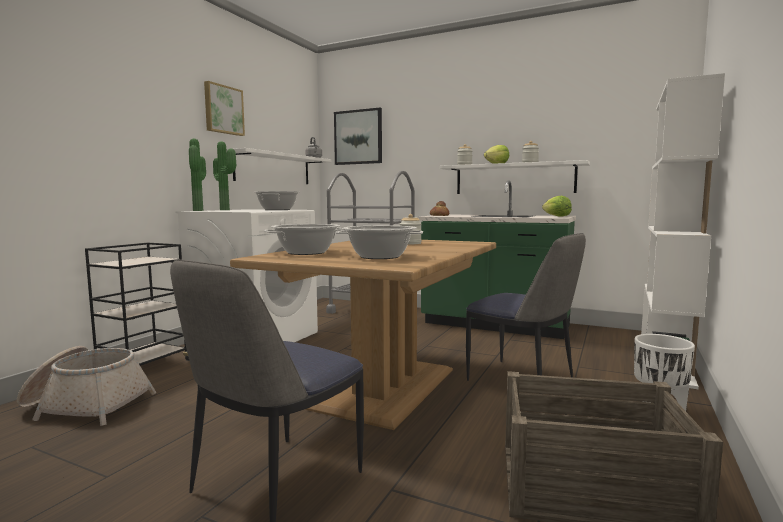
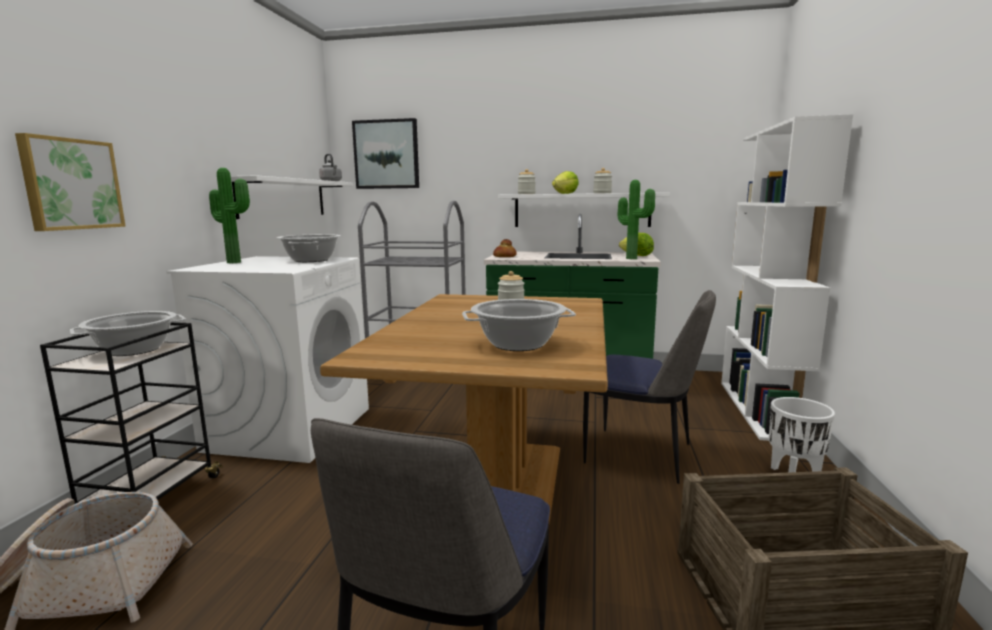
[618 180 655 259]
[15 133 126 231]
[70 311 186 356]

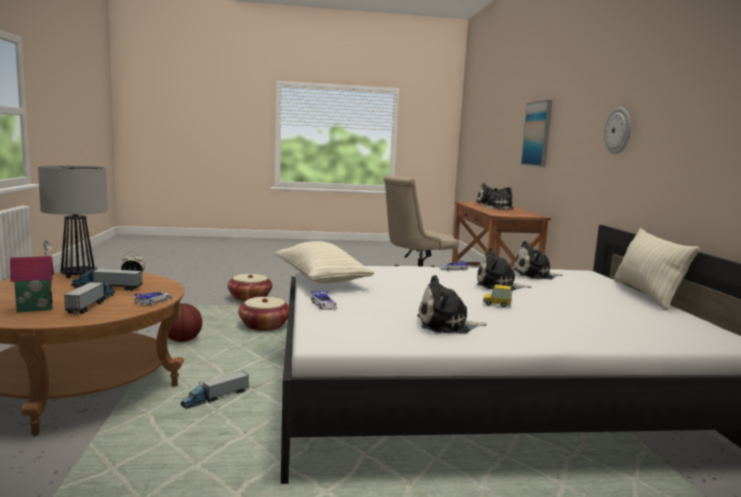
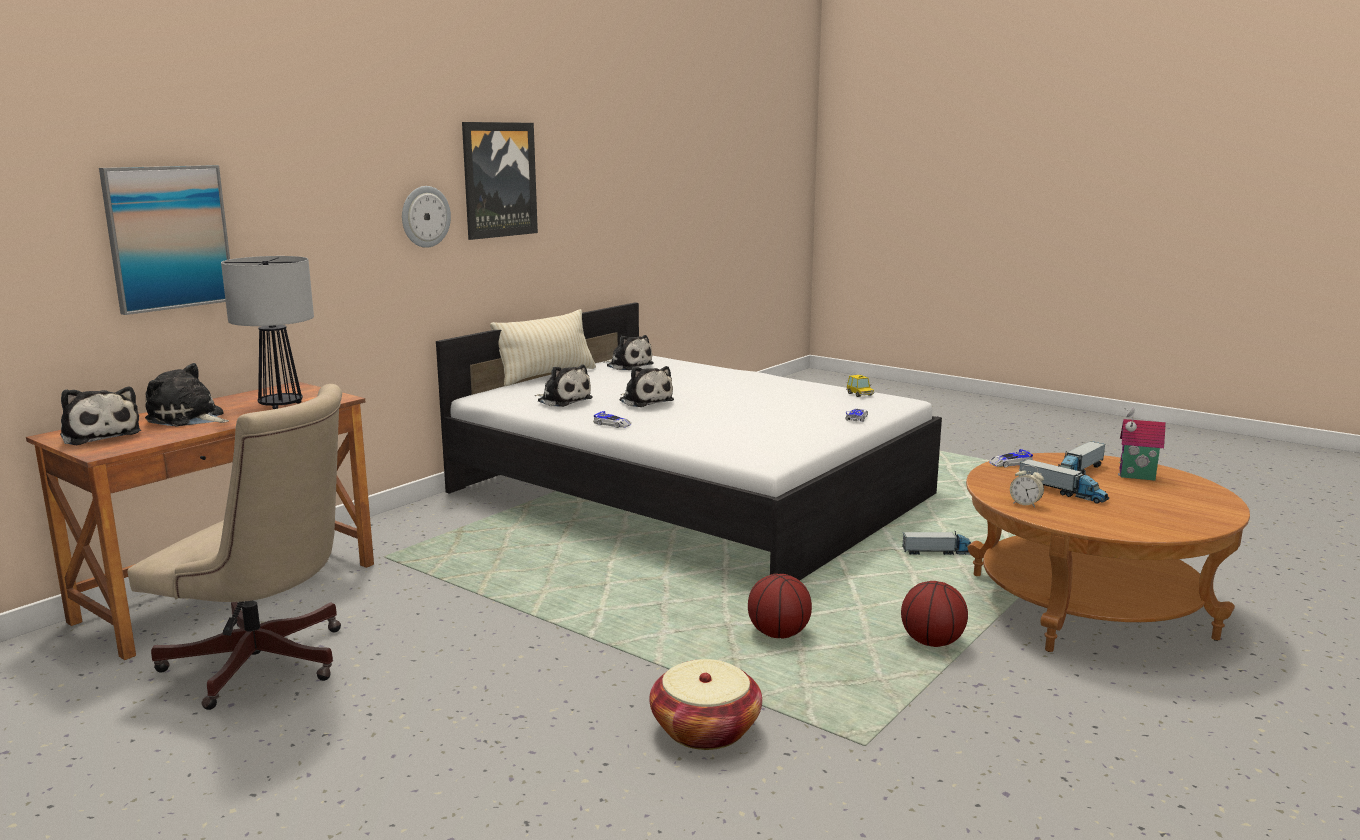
[274 241 374 284] (first image)
[462 122 538 240]
[221 256 314 409]
[603 335 654 370]
[846 375 874 397]
[748 574 812 638]

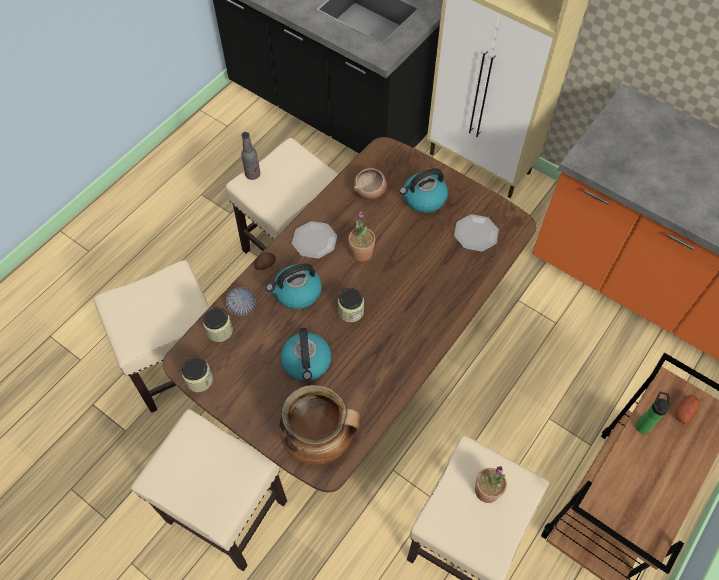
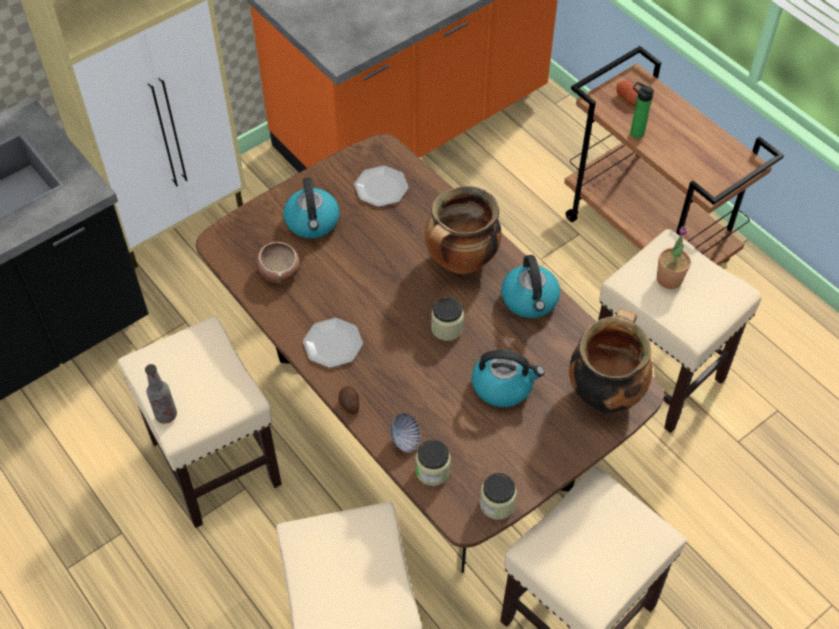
[348 211 375 262] (first image)
[425 186 502 274]
[501 255 560 318]

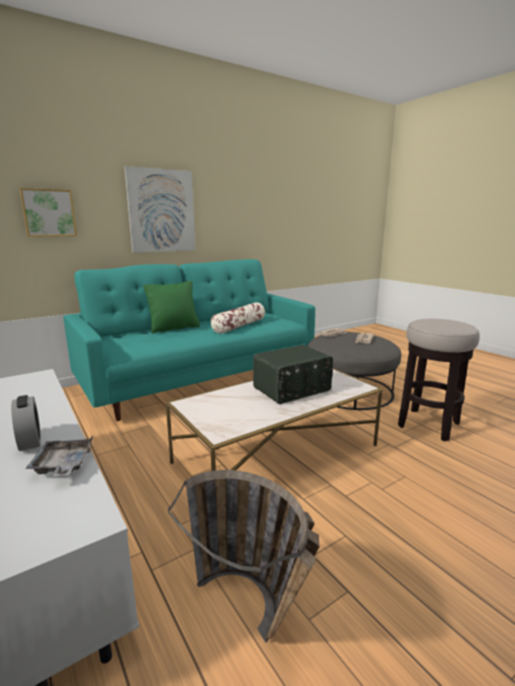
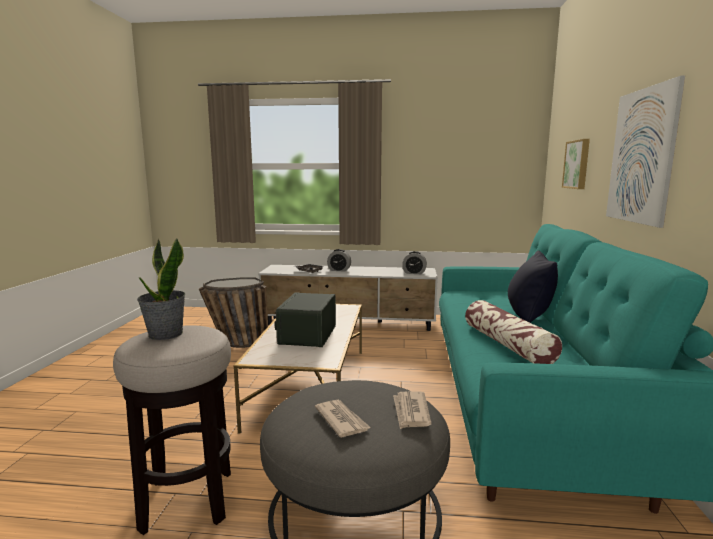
[137 238 186 340]
[402 251 427 274]
[508 250 558 323]

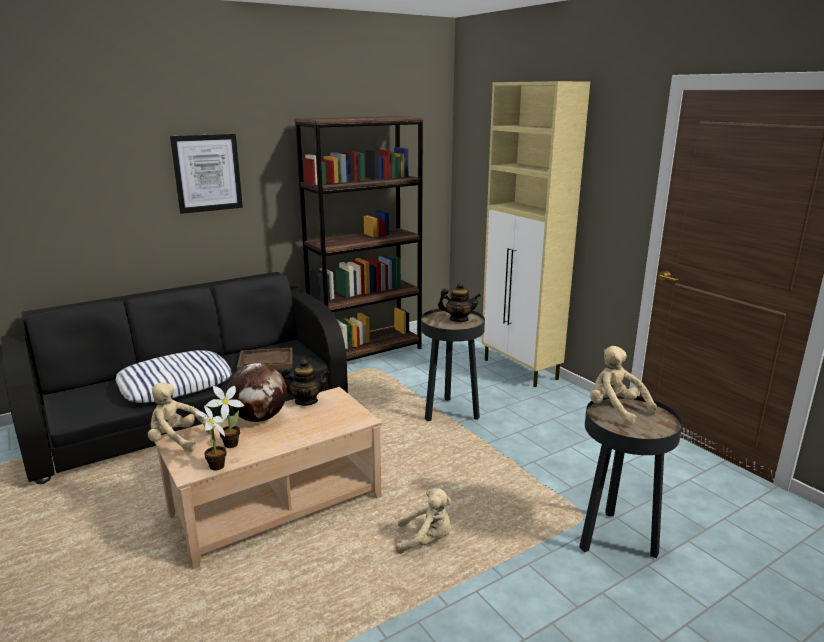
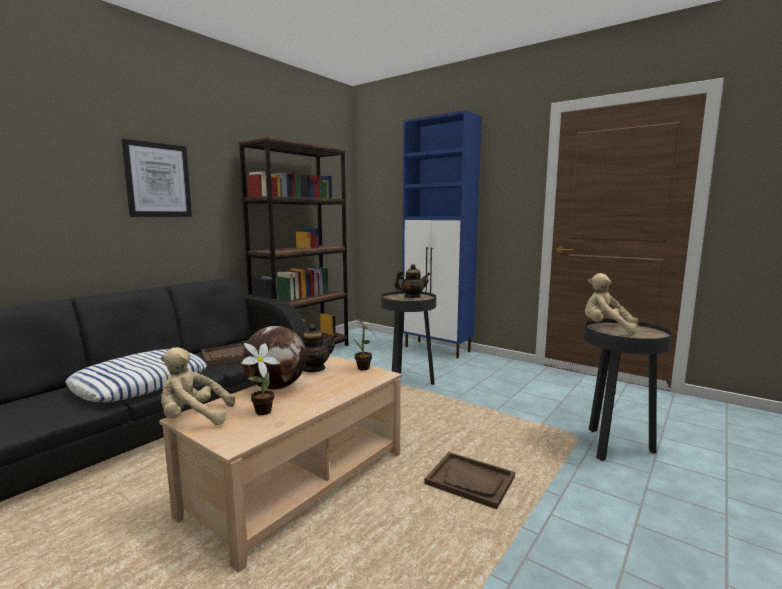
[352 316 376 370]
[425 452 515 509]
[402 110 482 359]

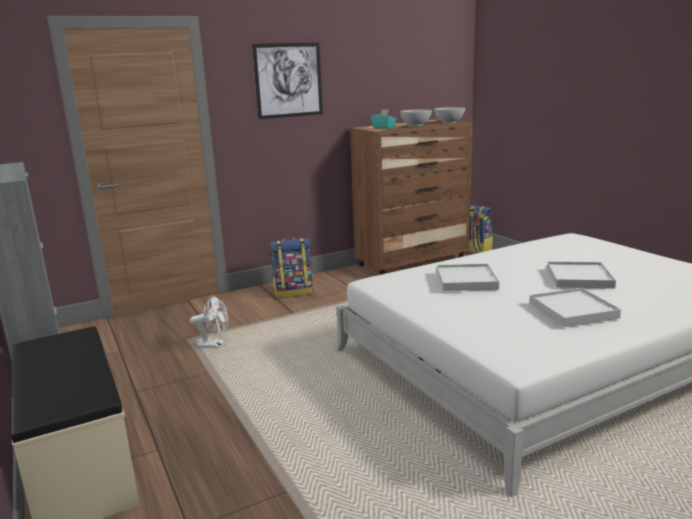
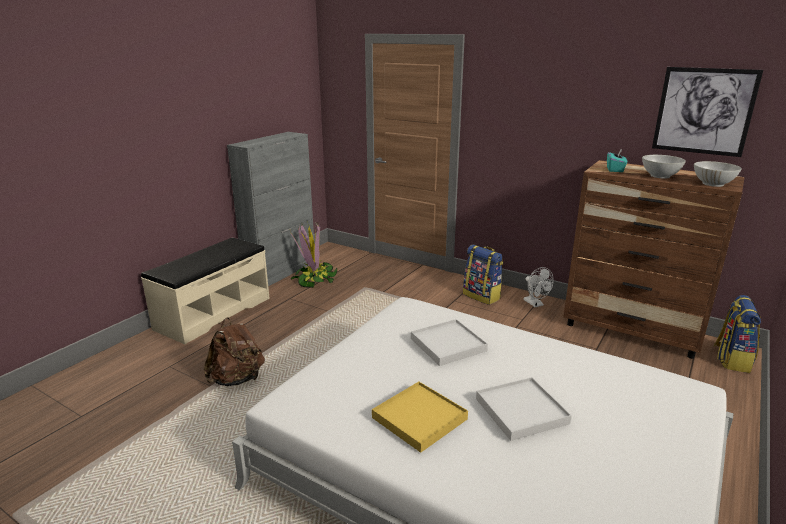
[204 317 265 386]
[290 221 337 288]
[523 267 554 307]
[652 67 763 157]
[372 382 468 453]

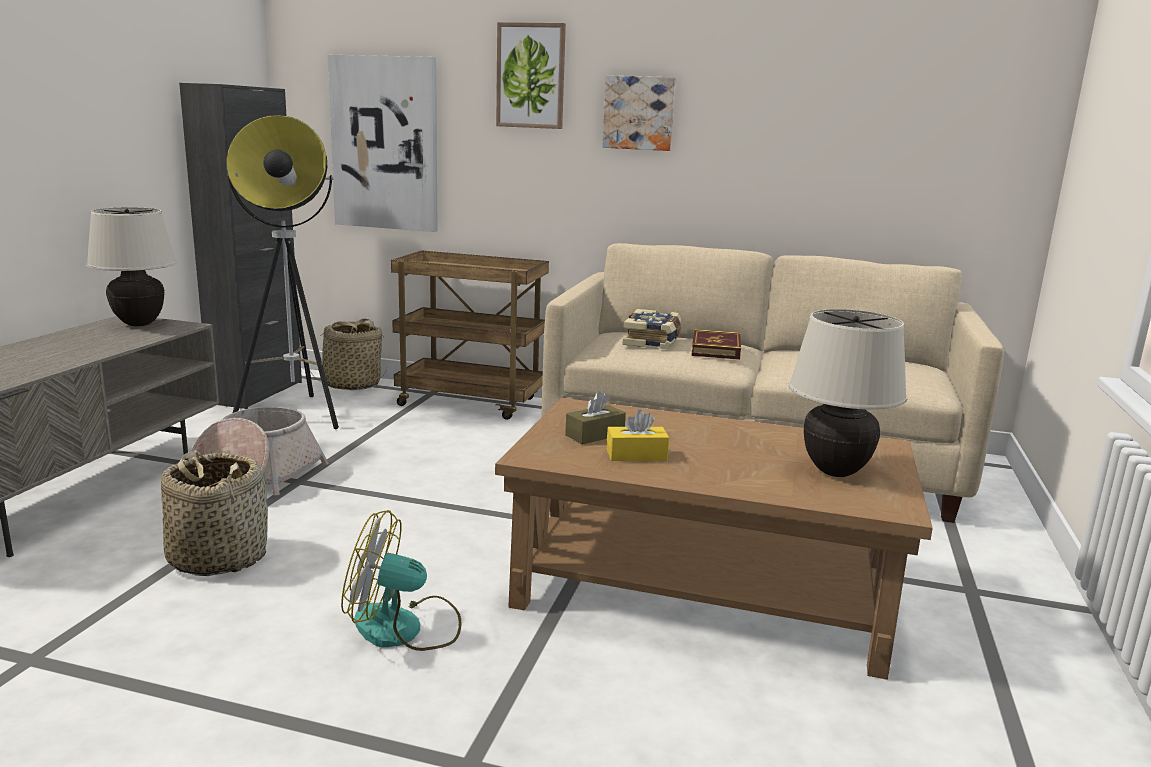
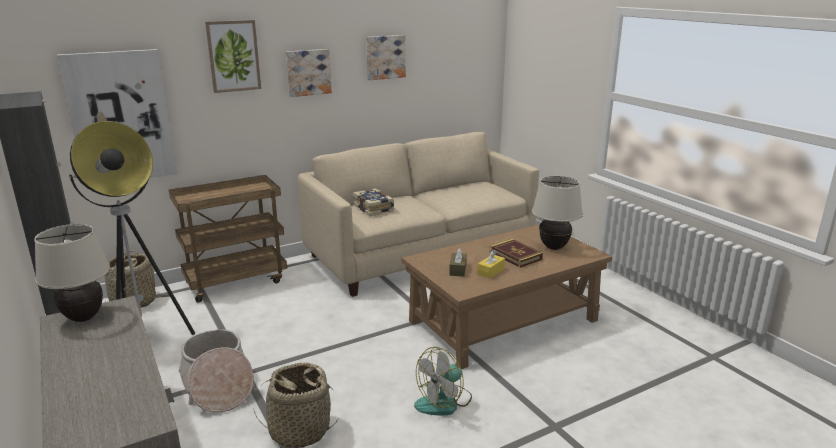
[366 35 406 80]
[490 239 543 268]

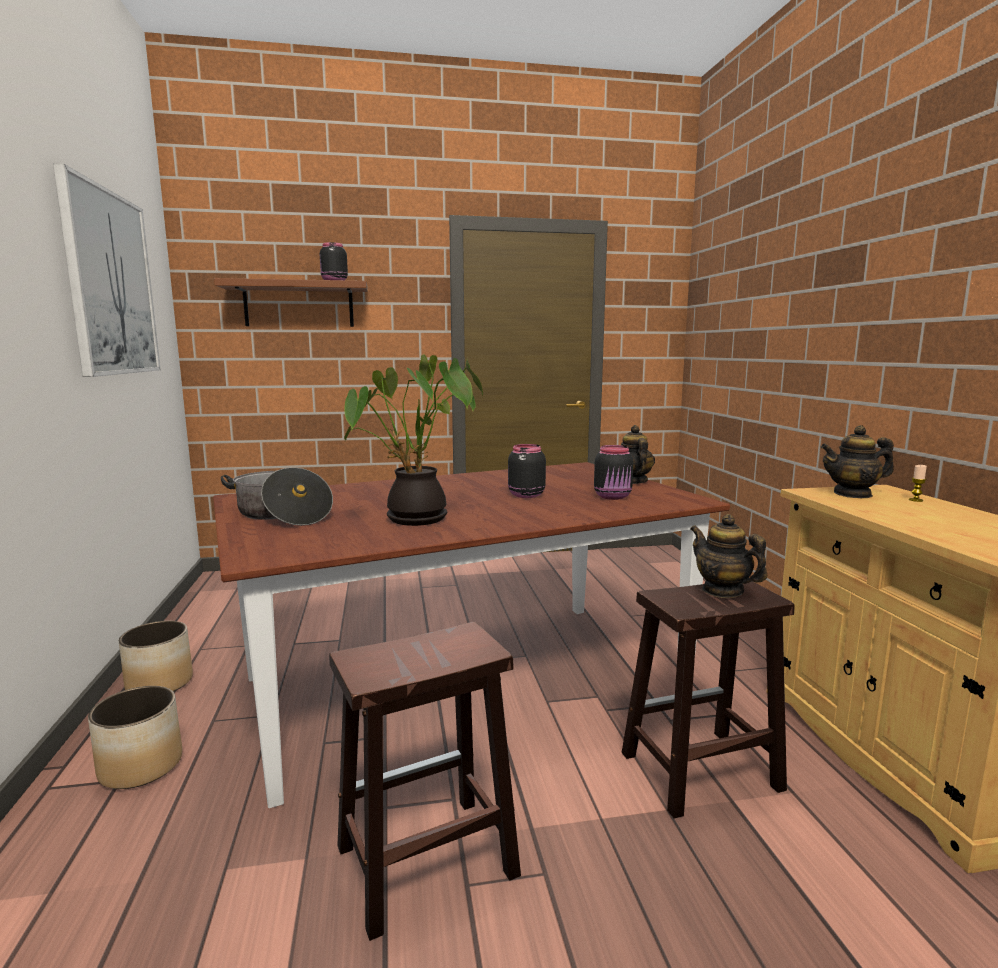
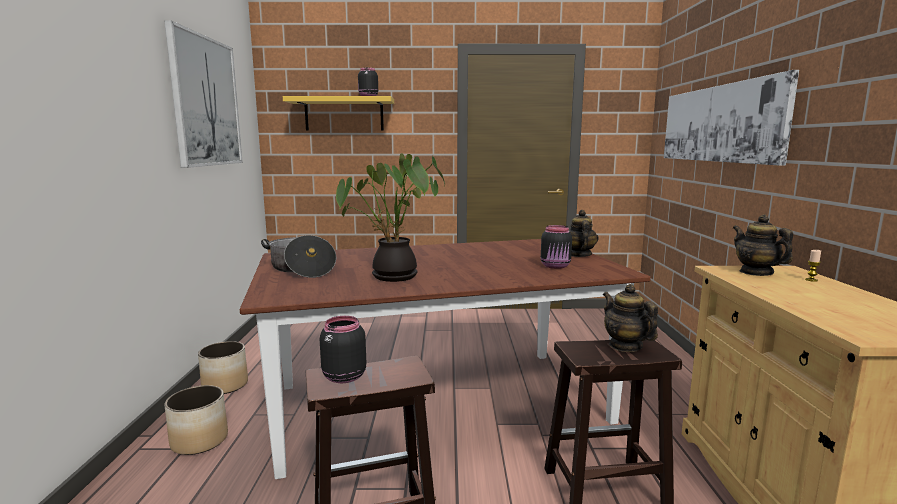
[664 70 799 166]
[320 316 366 383]
[283 96 394 131]
[733 214 793 276]

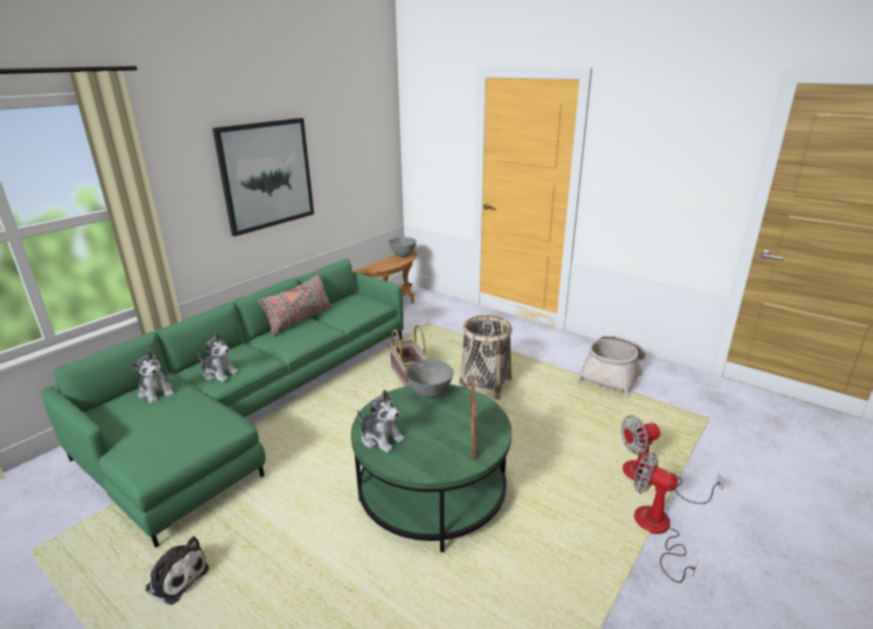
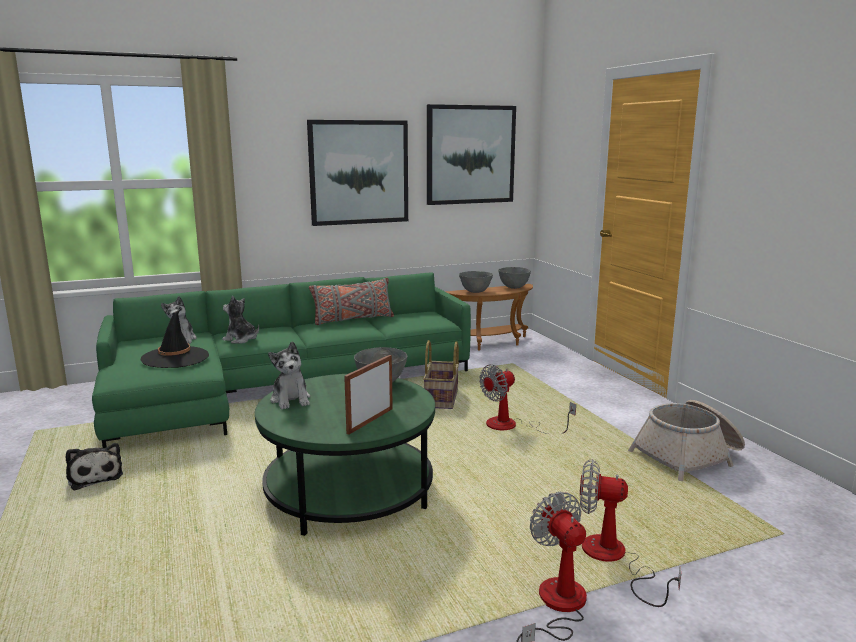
[140 309 209 368]
[427 104 516 205]
[459 271 493 293]
[479 364 576 434]
[222 296 259 344]

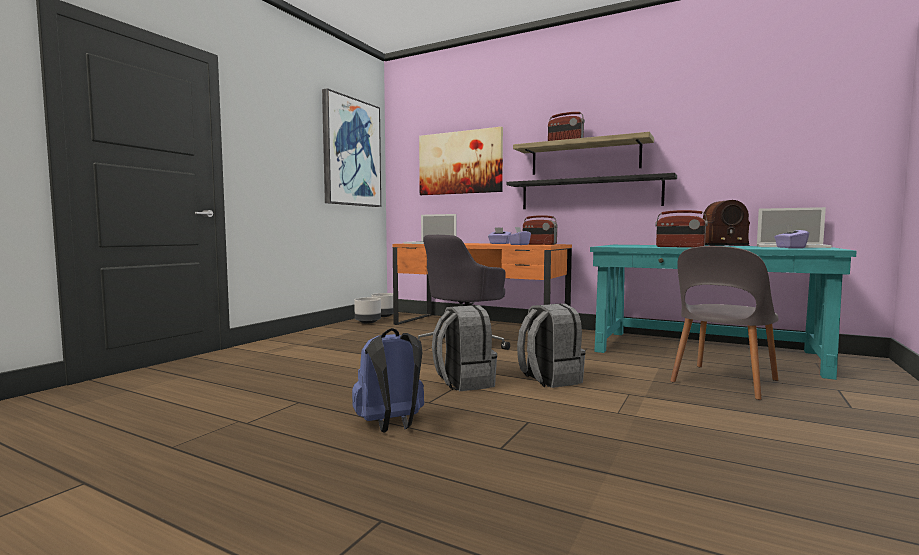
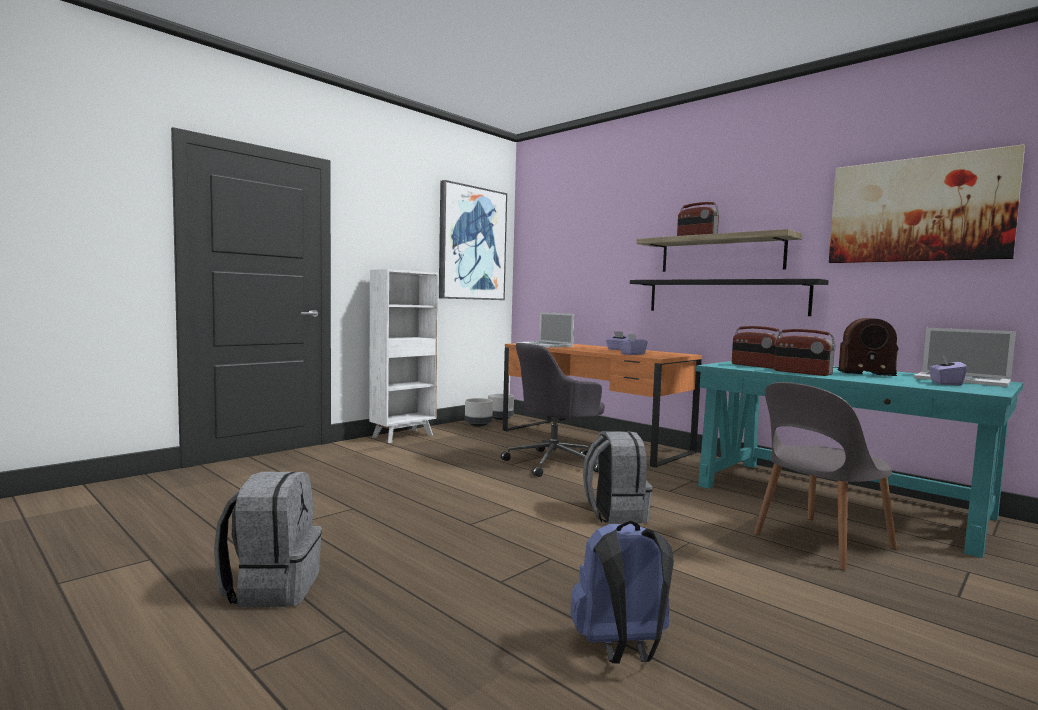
[369 269 439 443]
[570 521 674 664]
[829 144 1025 263]
[214 471 322 607]
[732 326 783 369]

